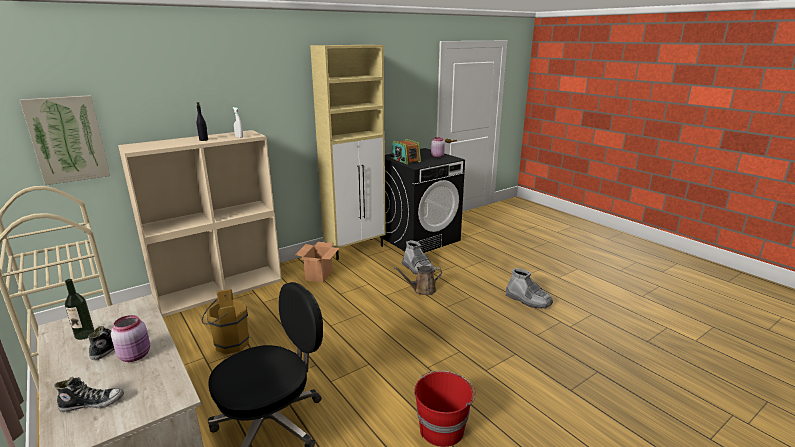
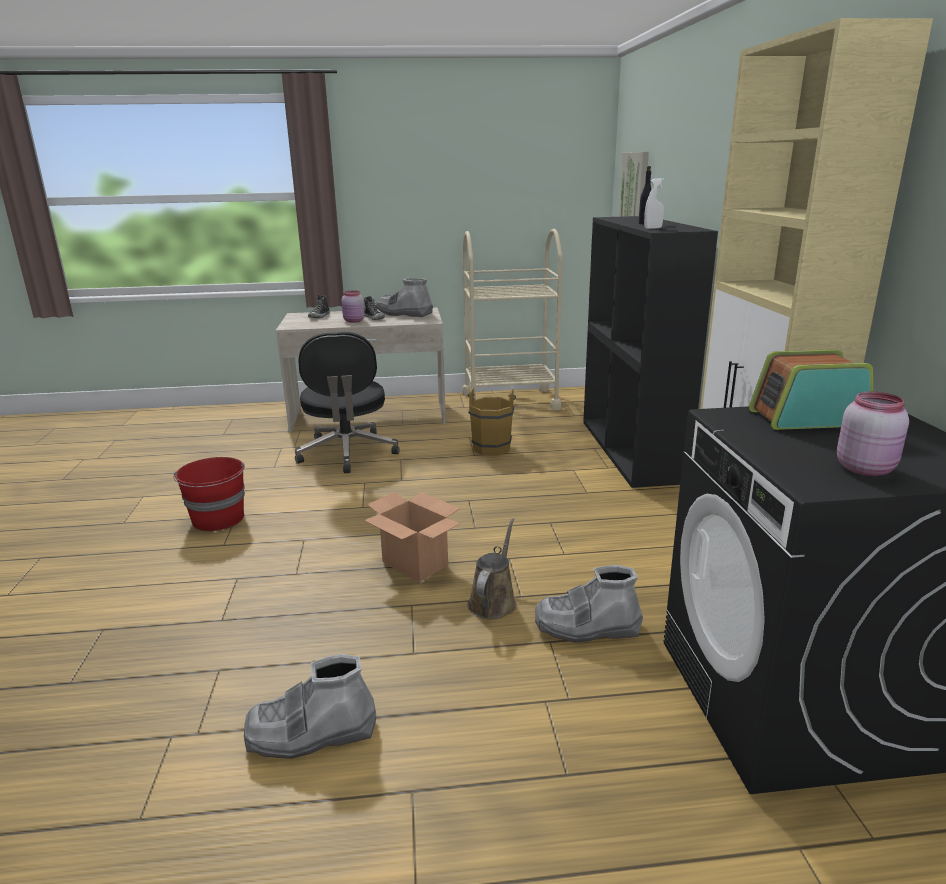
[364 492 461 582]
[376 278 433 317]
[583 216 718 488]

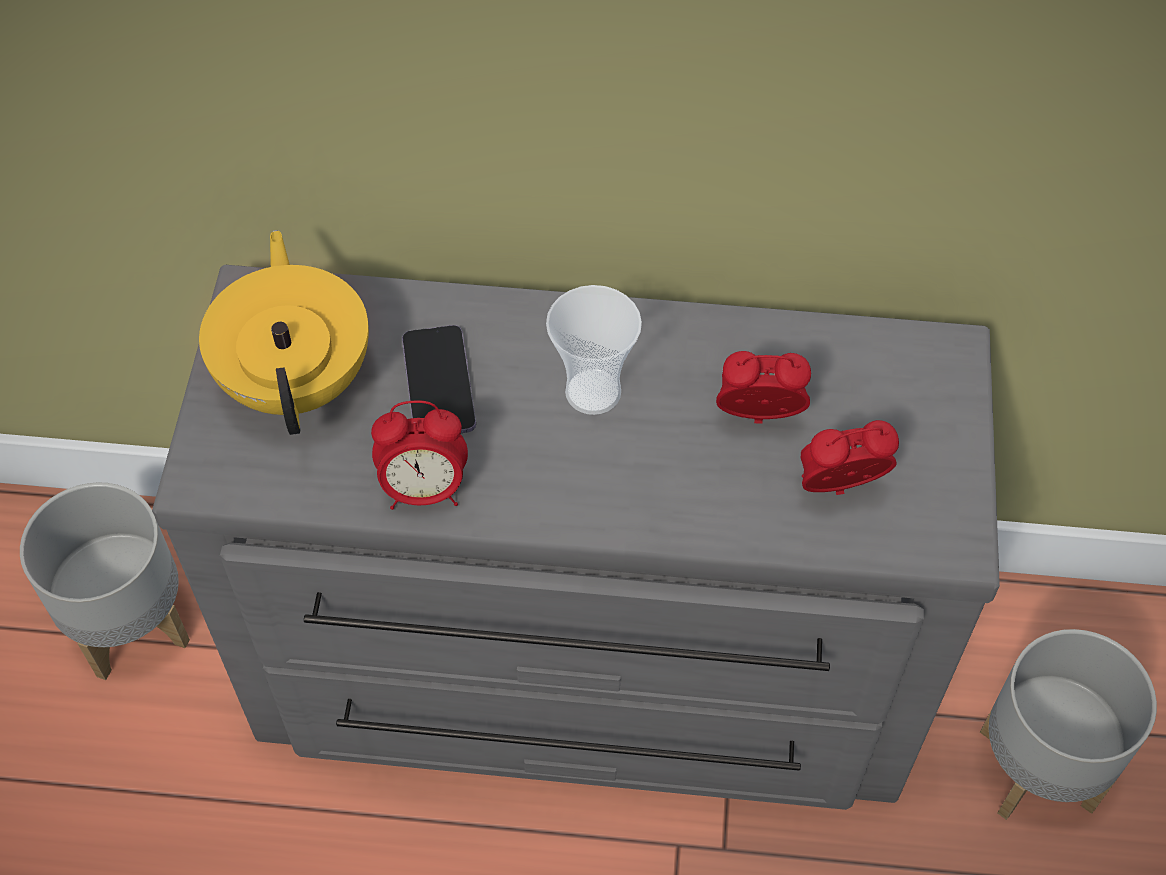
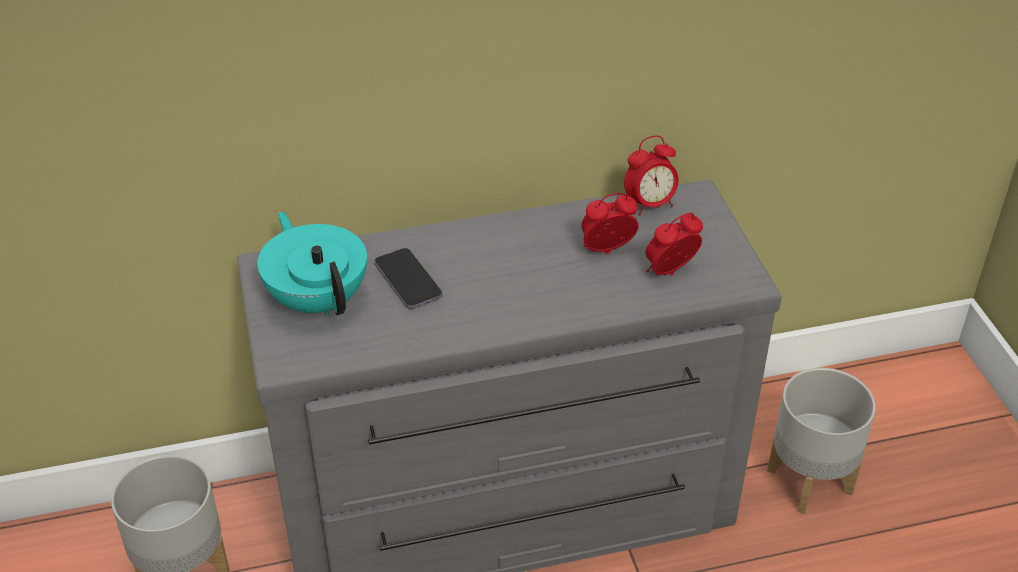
[546 285 642 415] (first image)
[624 135 679 216]
[257 212 367 316]

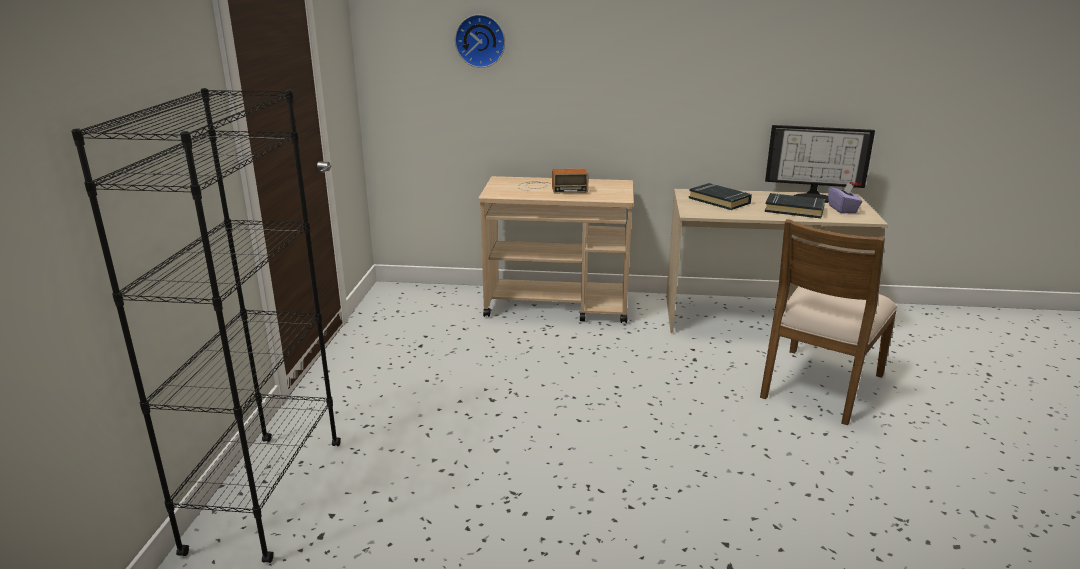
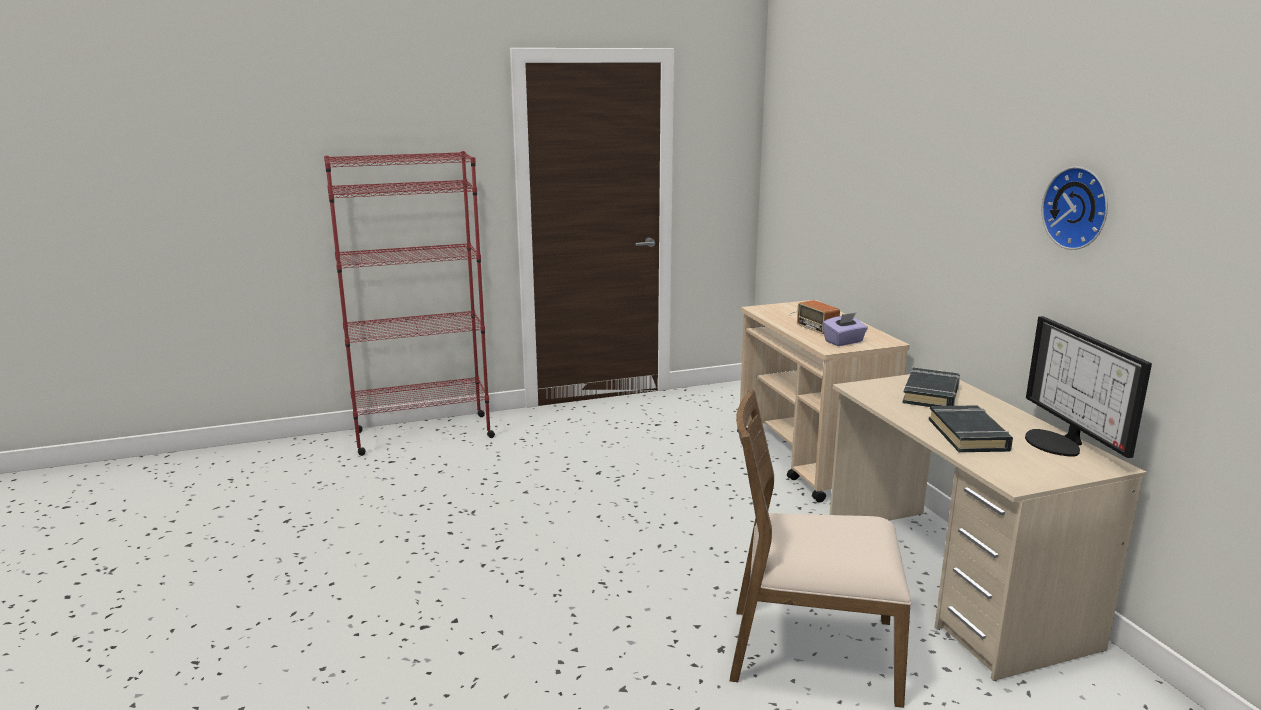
[1042 167 1108 250]
[822 313 868 346]
[324 151 495 456]

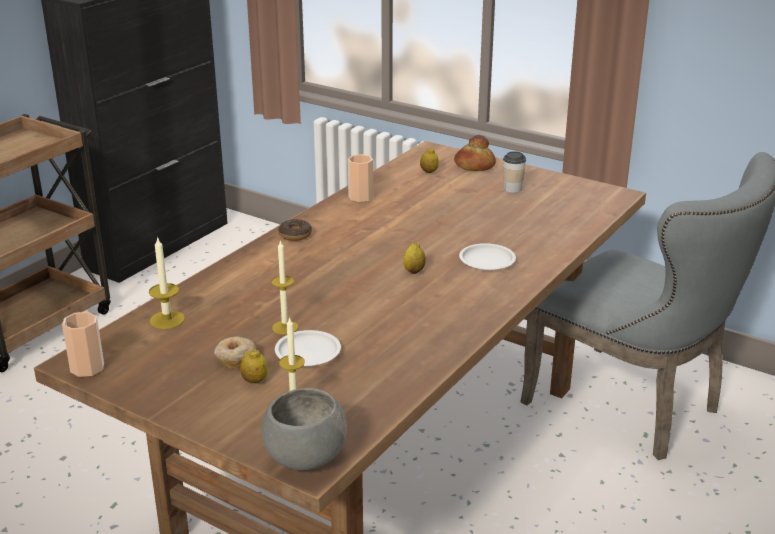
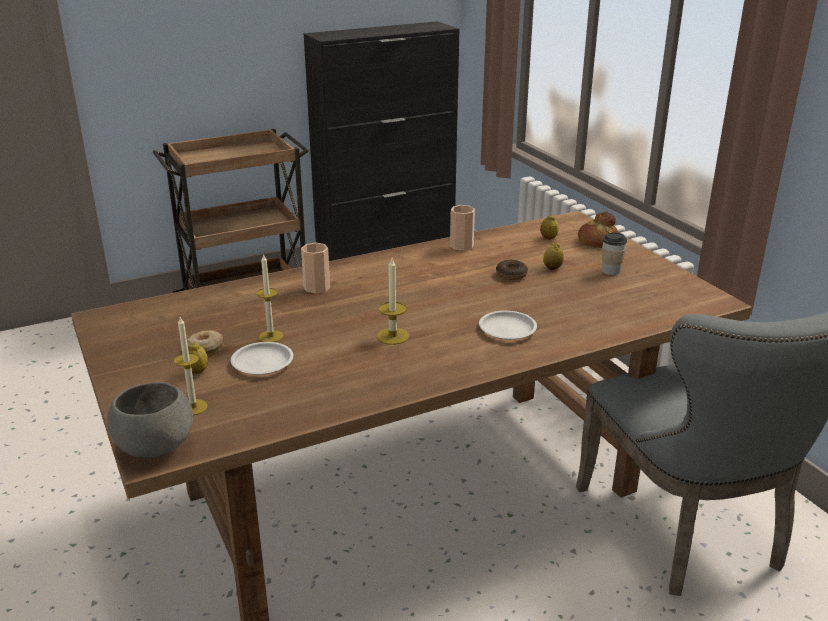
[301 243 330 294]
[377 258 409 345]
[496 260 528 280]
[543 242 564 270]

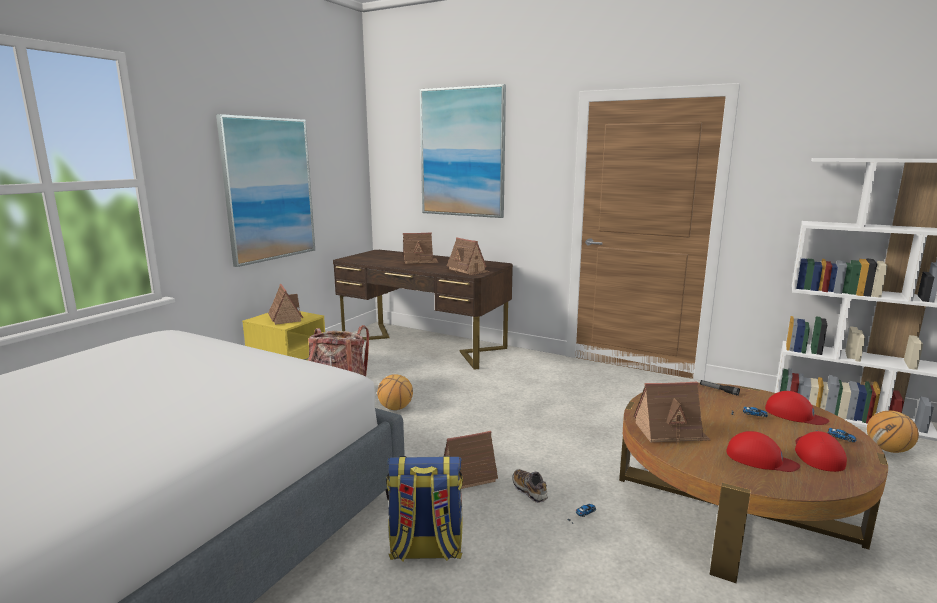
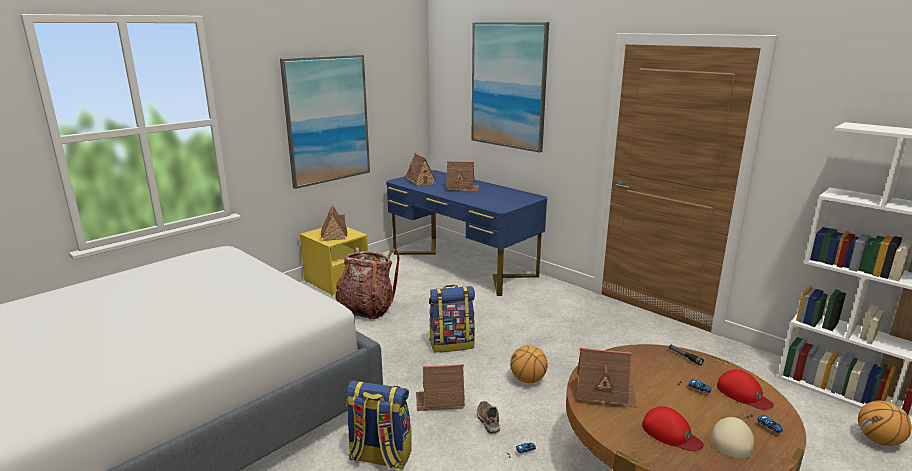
[429 285 475 352]
[510 345 548 383]
[405 153 437 186]
[386 170 547 296]
[711 417 754 459]

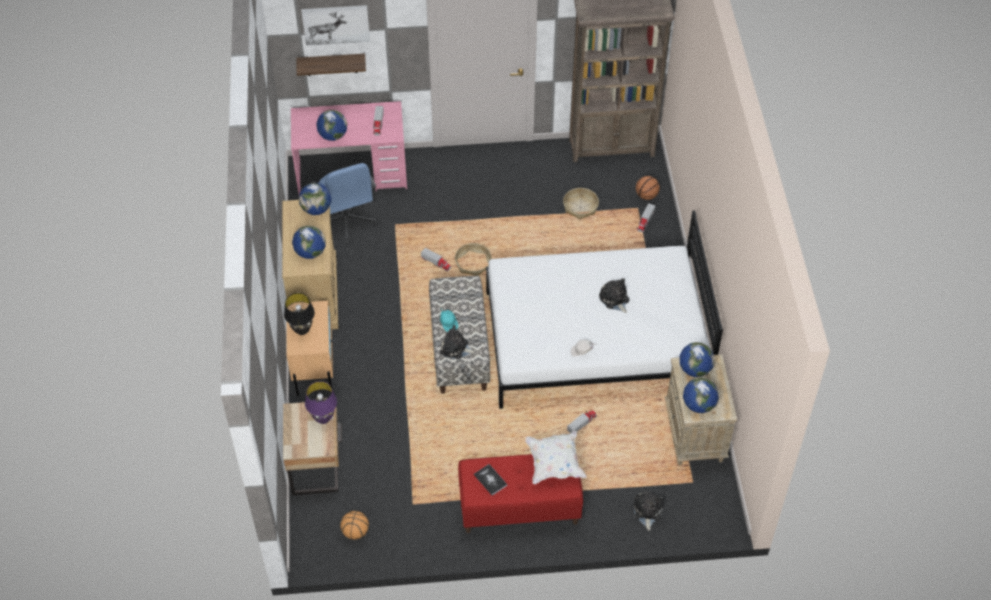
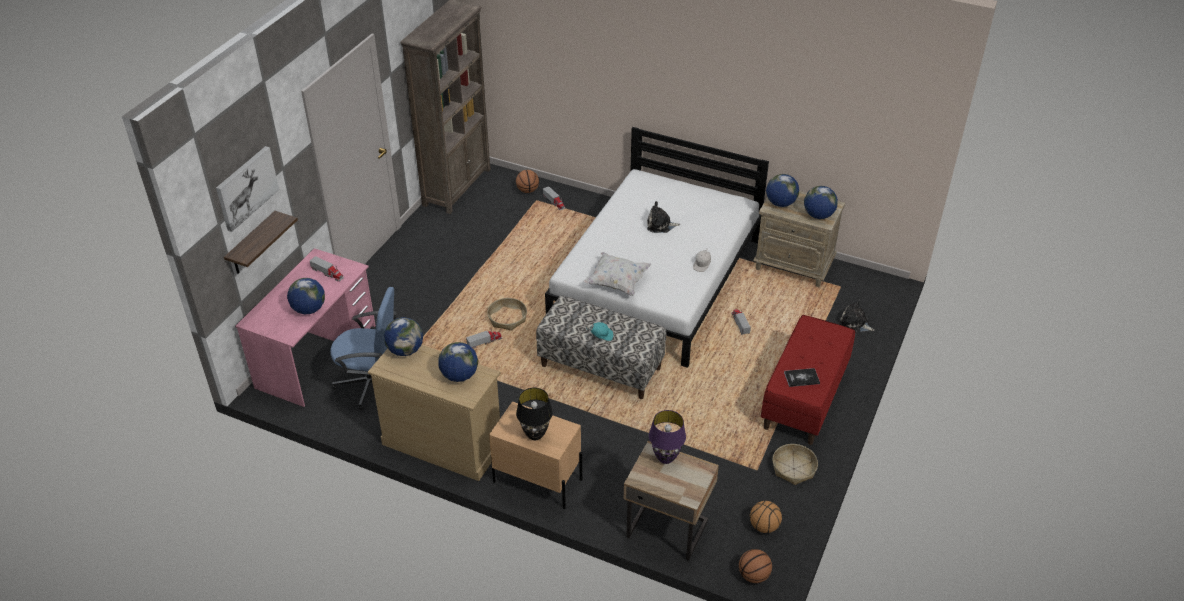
[440 325 476 359] (first image)
[739 549 772 583]
[584 252 651 296]
[772 444 818 485]

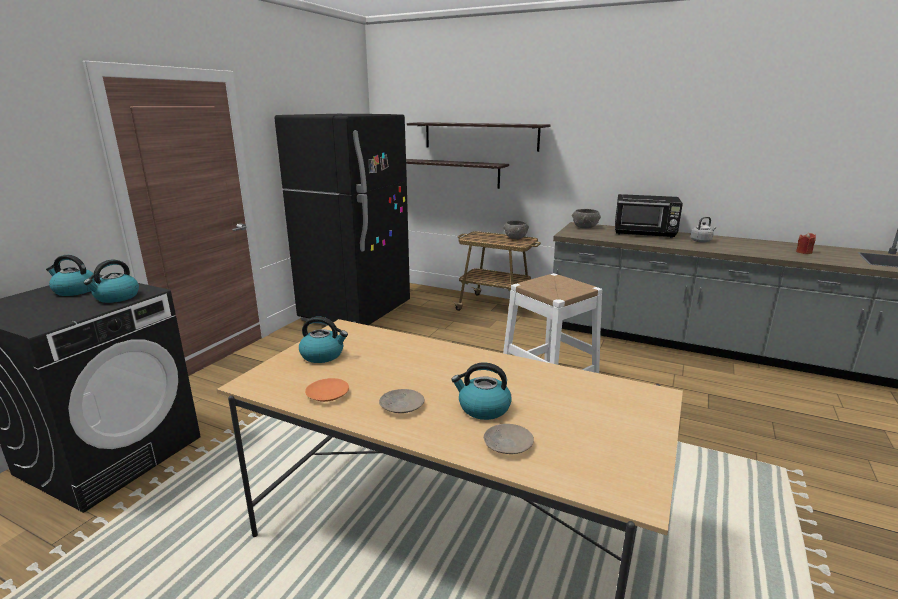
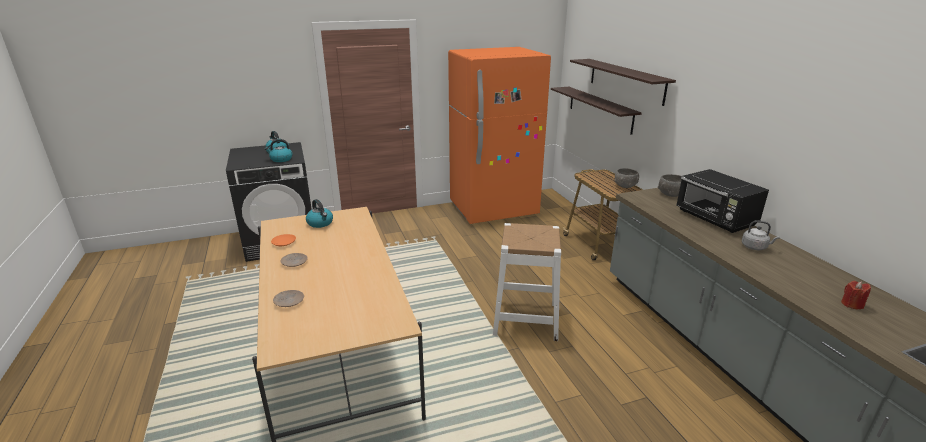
[451 362 512 420] (first image)
[448 47 551 224]

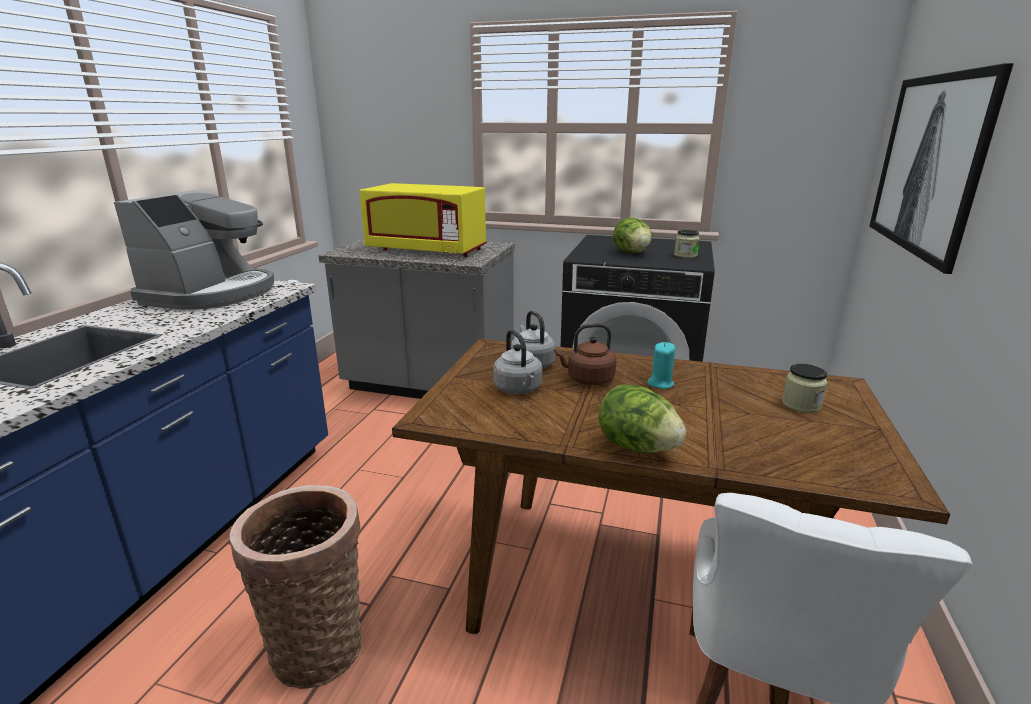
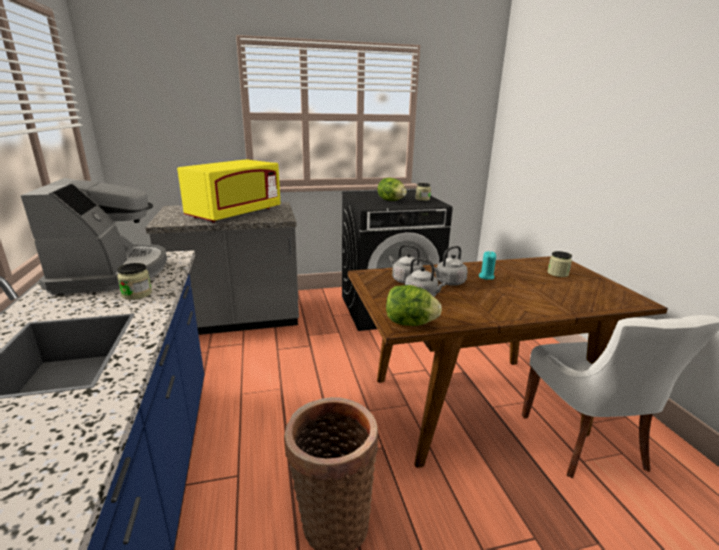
[869 63 1014 274] (first image)
[117 263 152 300]
[386 285 442 326]
[434 246 468 286]
[177 159 280 223]

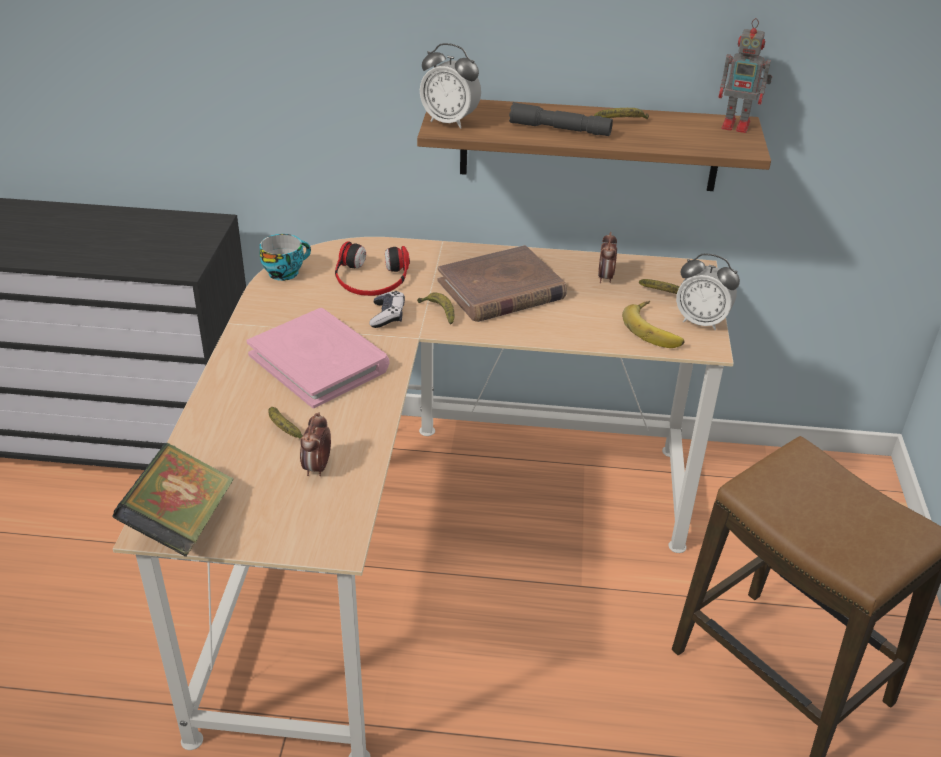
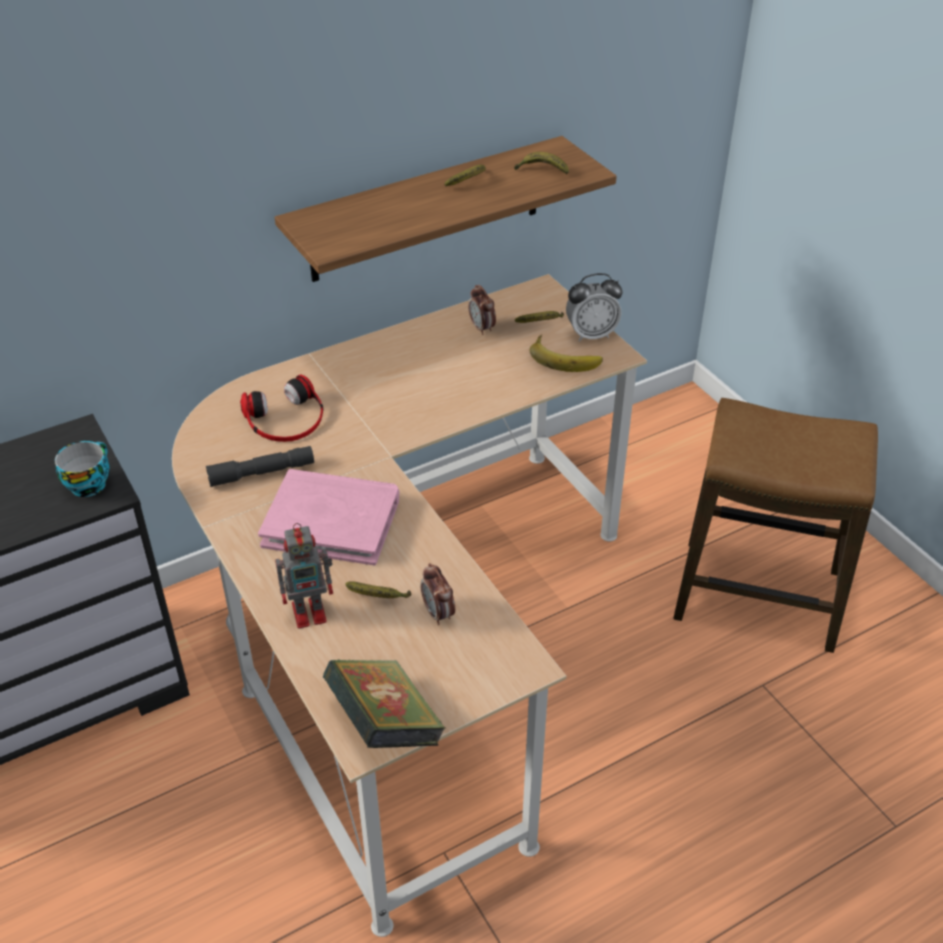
[369 291 405 328] (first image)
[420 43 481 129] (first image)
[438 245 567 322] (first image)
[55 441 110 497]
[514 152 569 174]
[206 446 314 487]
[275 523 333 629]

